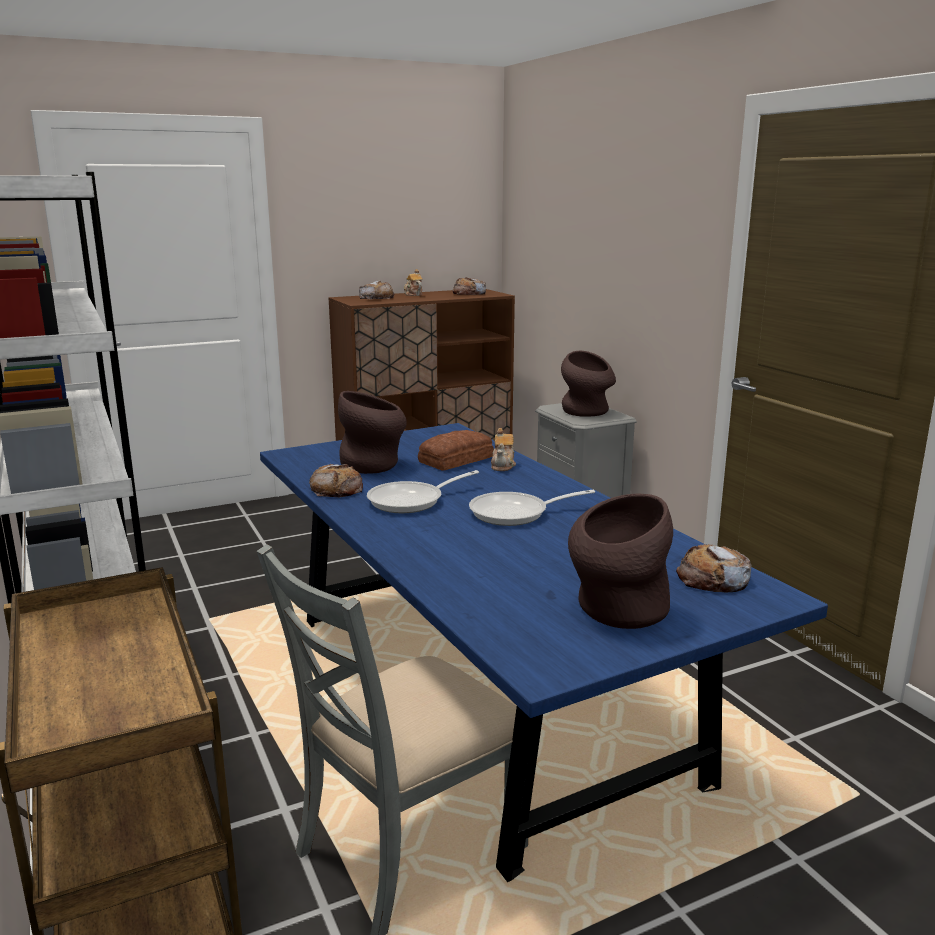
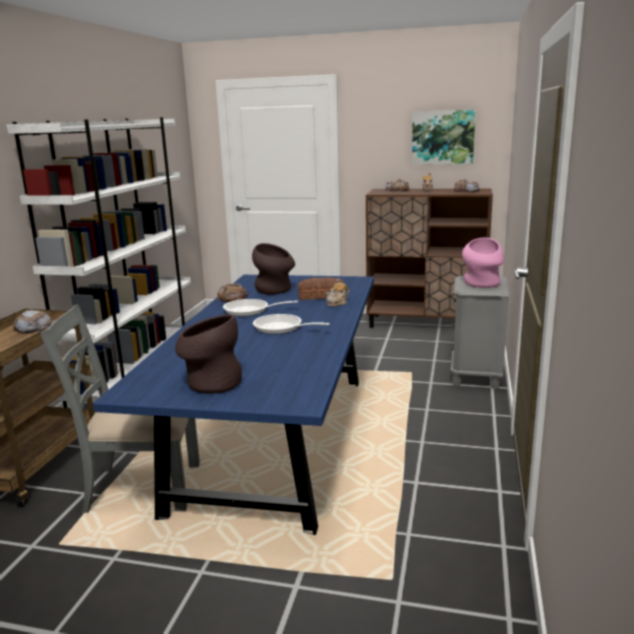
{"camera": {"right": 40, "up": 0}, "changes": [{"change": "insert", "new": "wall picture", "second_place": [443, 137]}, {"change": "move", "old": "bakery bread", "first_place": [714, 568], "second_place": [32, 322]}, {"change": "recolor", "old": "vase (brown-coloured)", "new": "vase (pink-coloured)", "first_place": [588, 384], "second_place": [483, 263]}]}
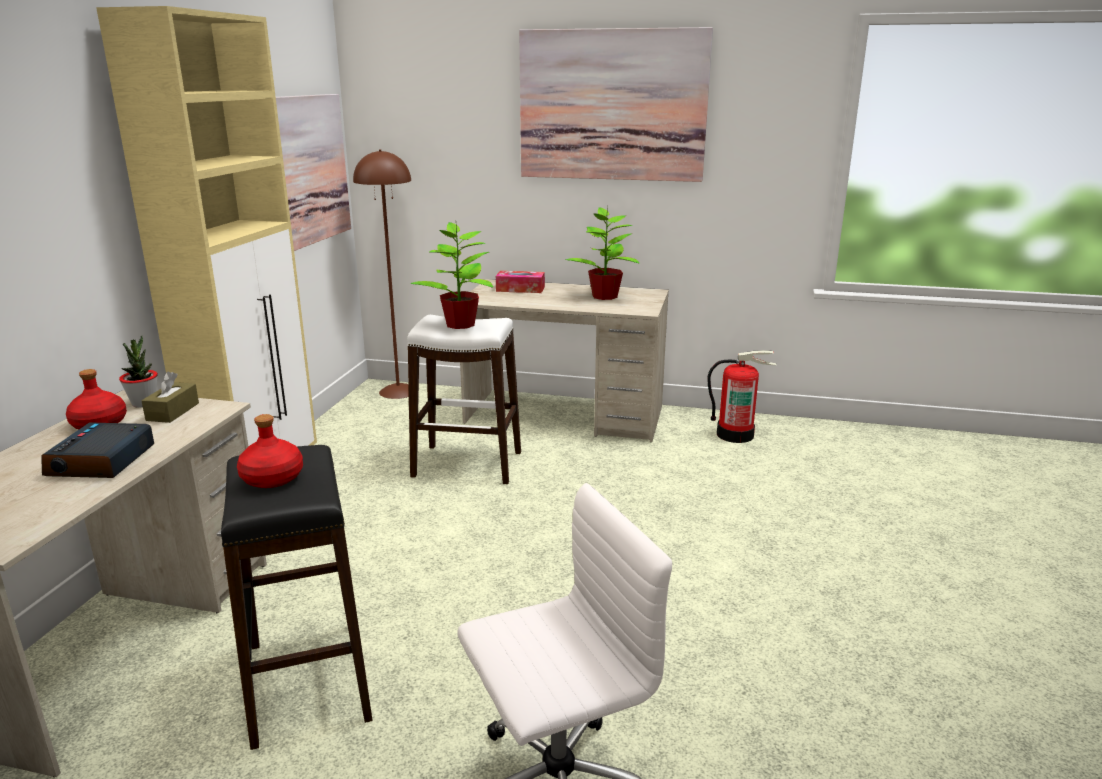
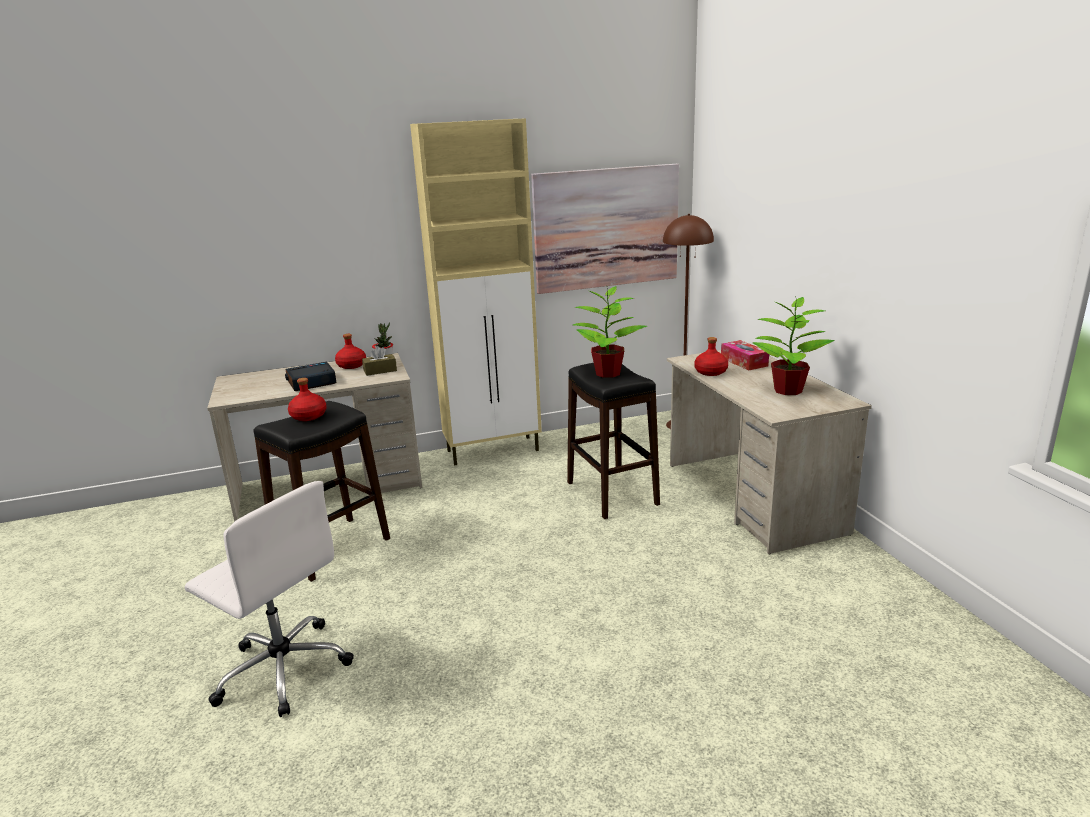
{"camera": {"right": 60, "up": 0}, "changes": [{"change": "delete", "old": "wall picture", "first_place": [616, 104]}, {"change": "delete", "old": "extinguisher", "first_place": [742, 396]}, {"change": "insert", "new": "drink bottle (red-coloured)", "second_place": [711, 356]}, {"change": "recolor", "old": "stool (white-coloured)", "new": "stool (black-coloured)", "first_place": [464, 399], "second_place": [613, 441]}]}
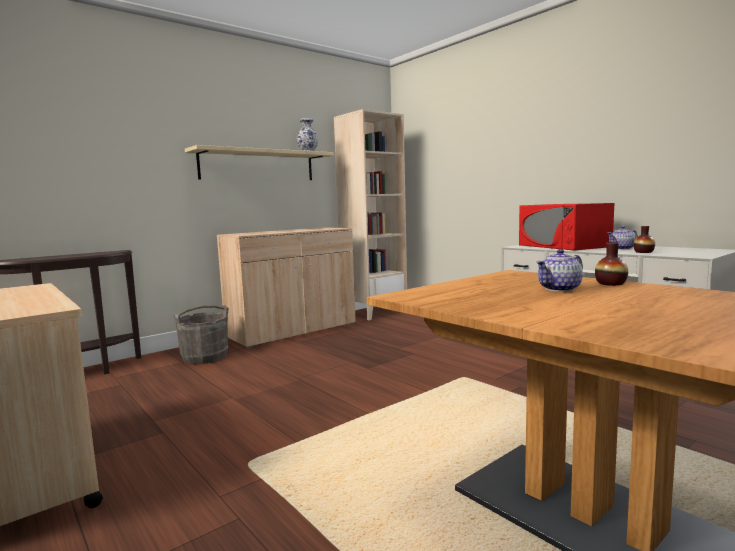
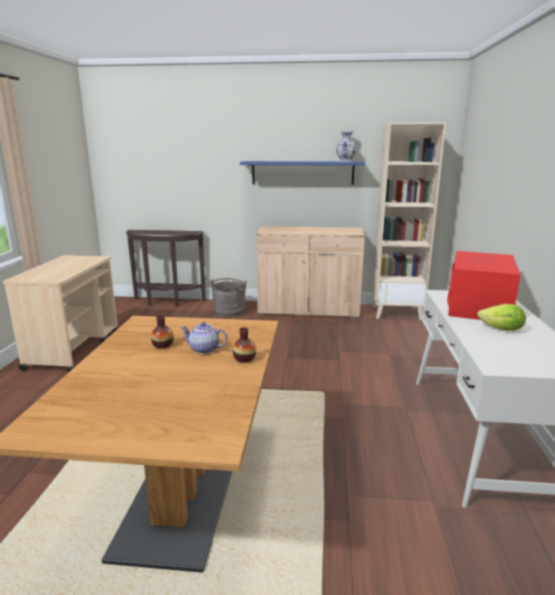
{"camera": {"right": 45, "up": 10}, "changes": [{"change": "move", "old": "vase", "first_place": [644, 239], "second_place": [162, 332]}, {"change": "replace", "old": "pot for tea", "new": "head of lettuce", "first_place": [622, 238], "second_place": [501, 317]}, {"change": "recolor", "old": "wall shelf (beige-coloured)", "new": "wall shelf (blue-coloured)", "first_place": [259, 162], "second_place": [302, 173]}]}
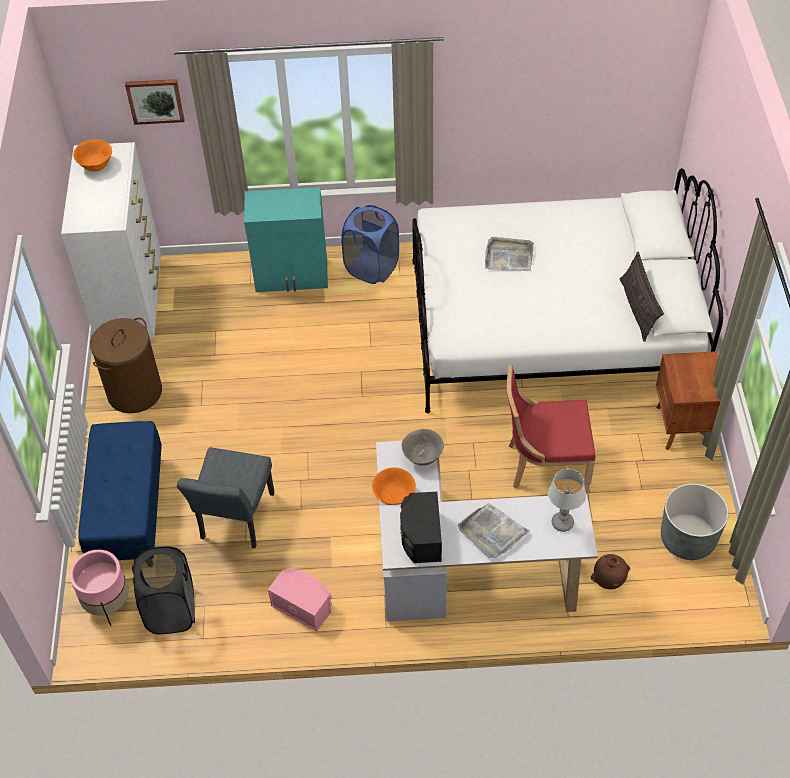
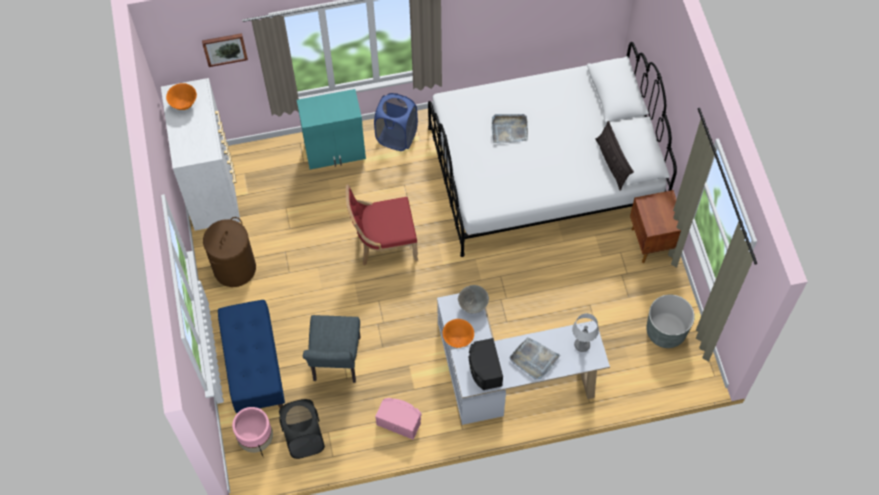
{"camera": {"right": -10, "up": 10}, "changes": [{"change": "delete", "old": "vase (brown-coloured)", "first_place": [610, 571]}, {"change": "move", "old": "upright chair (red-coloured)", "first_place": [551, 428], "second_place": [382, 225]}]}
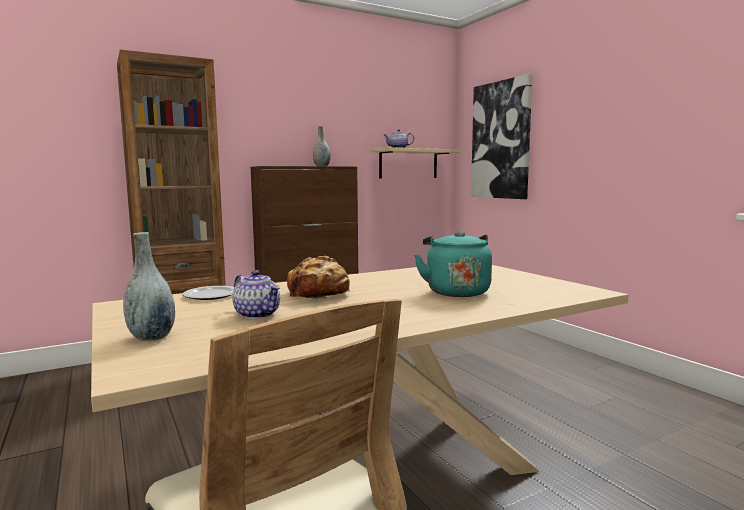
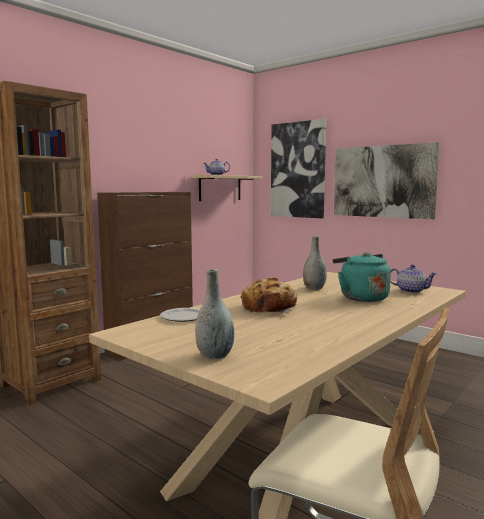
{"camera": {"right": -20, "up": 0}, "changes": [{"change": "insert", "new": "wall picture", "second_place": [387, 180]}, {"change": "move", "old": "pot for tea", "first_place": [256, 294], "second_place": [413, 279]}, {"change": "move", "old": "vase (gray)", "first_place": [322, 146], "second_place": [315, 263]}]}
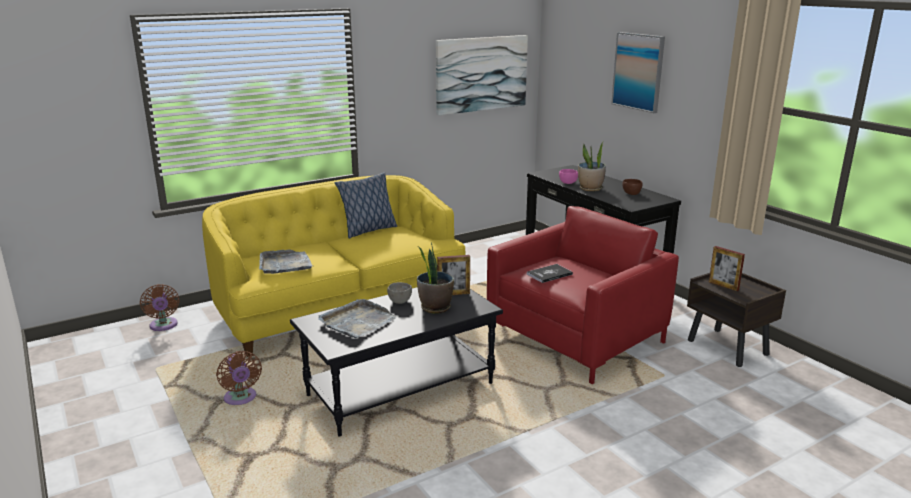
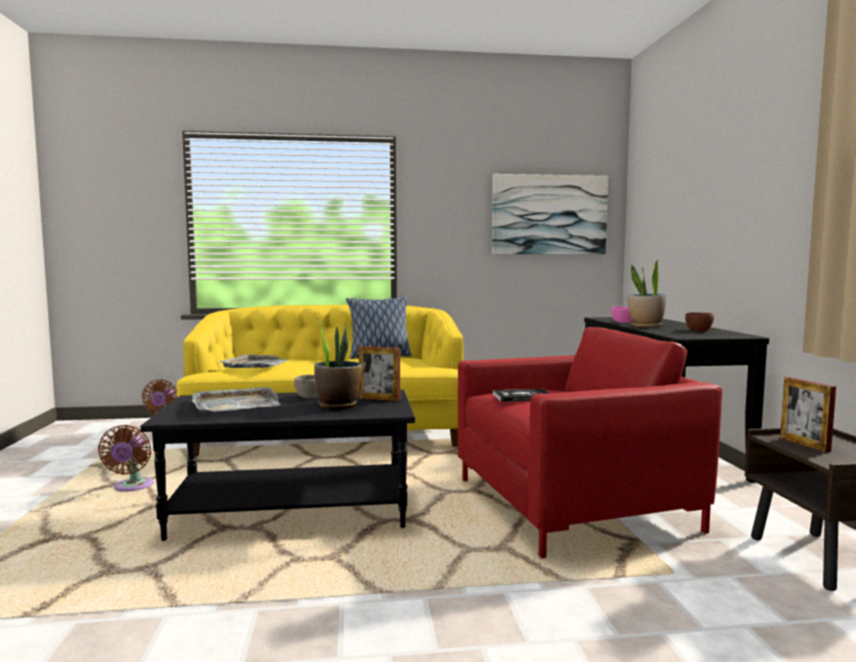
{"camera": {"right": 25, "up": -15}, "changes": [{"change": "delete", "old": "wall picture", "first_place": [638, 72]}]}
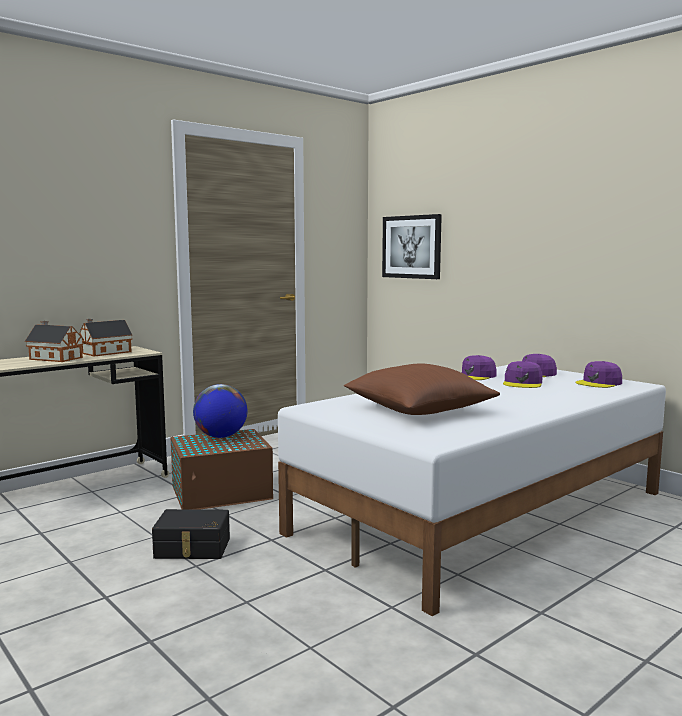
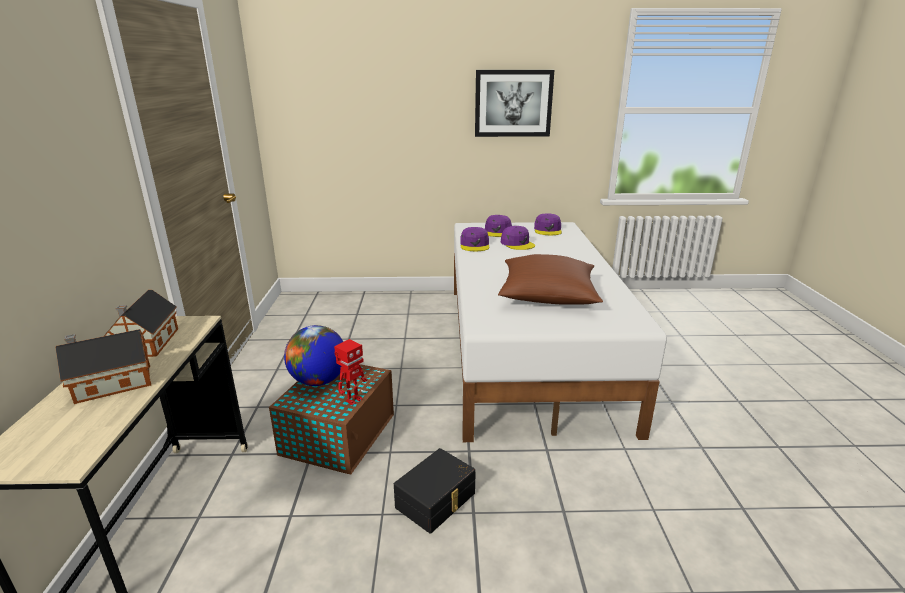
{"camera": {"right": -50, "up": 15}, "changes": [{"change": "insert", "new": "robot figure", "second_place": [350, 372]}, {"change": "move", "old": "wall picture", "first_place": [412, 246], "second_place": [514, 103]}]}
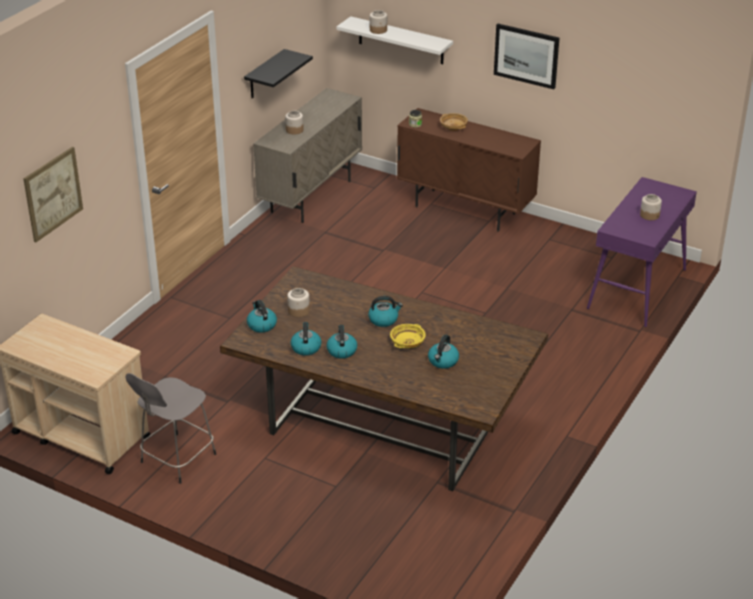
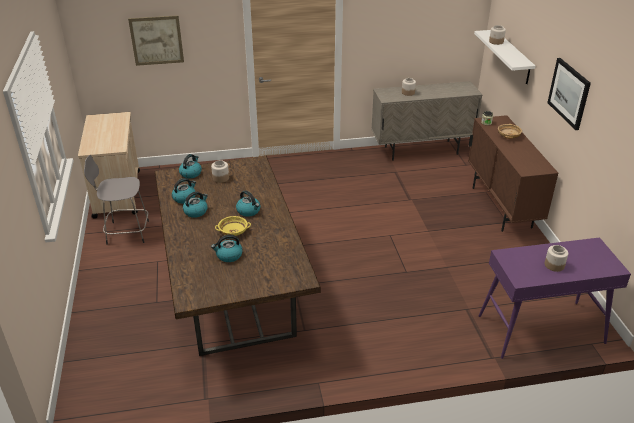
{"camera": {"right": 50, "up": 0}, "changes": [{"change": "delete", "old": "wall shelf (black-coloured)", "first_place": [278, 73]}]}
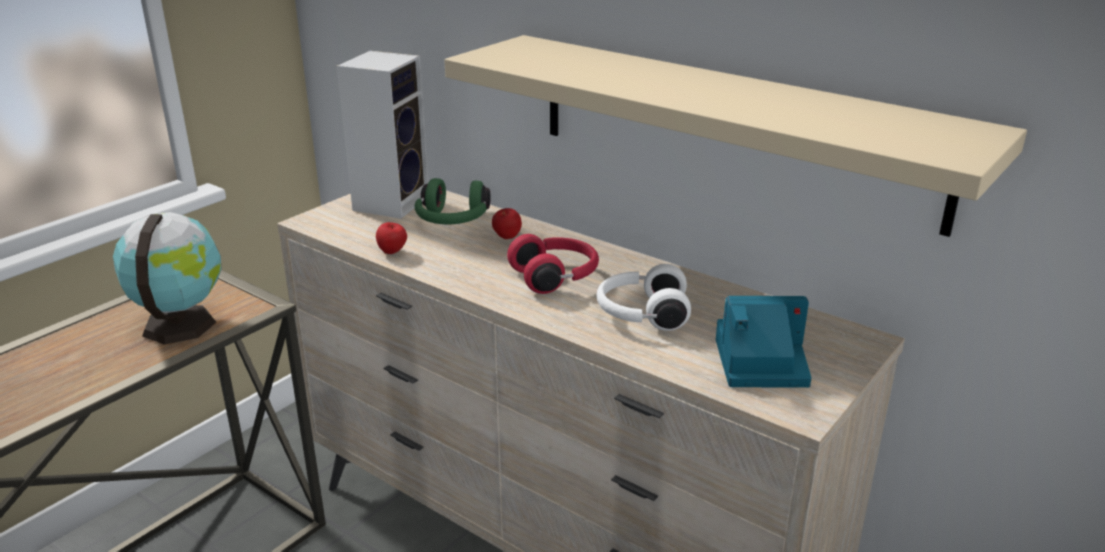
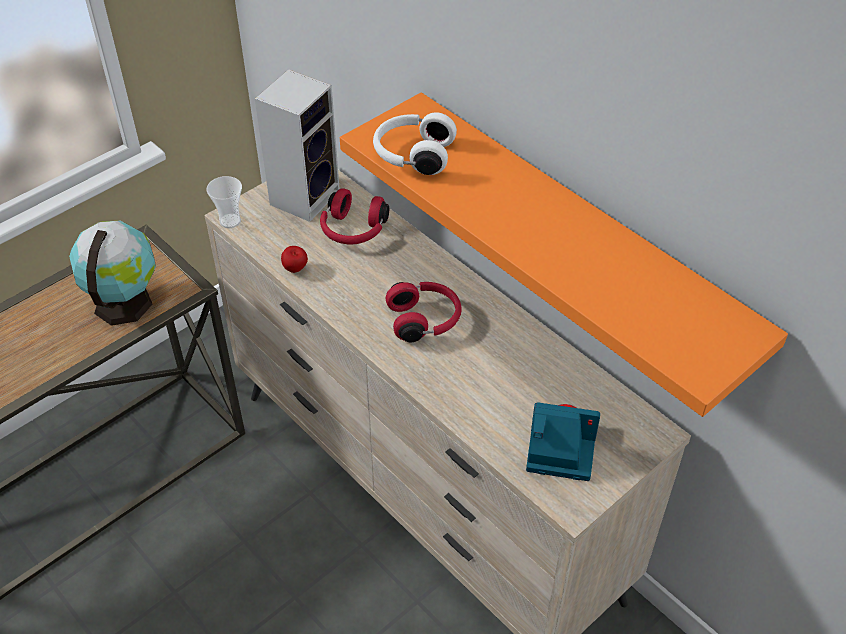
{"camera": {"right": 10, "up": 20}, "changes": [{"change": "delete", "old": "apple fruit", "first_place": [507, 223]}, {"change": "insert", "new": "drinking cup", "second_place": [224, 202]}, {"change": "move", "old": "headphones (white-coloured)", "first_place": [643, 297], "second_place": [415, 143]}, {"change": "recolor", "old": "headphones (greenish)", "new": "headphones (red-coloured)", "first_place": [452, 201], "second_place": [354, 216]}, {"change": "recolor", "old": "wall shelf (beige-coloured)", "new": "wall shelf (orangey)", "first_place": [735, 136], "second_place": [564, 255]}]}
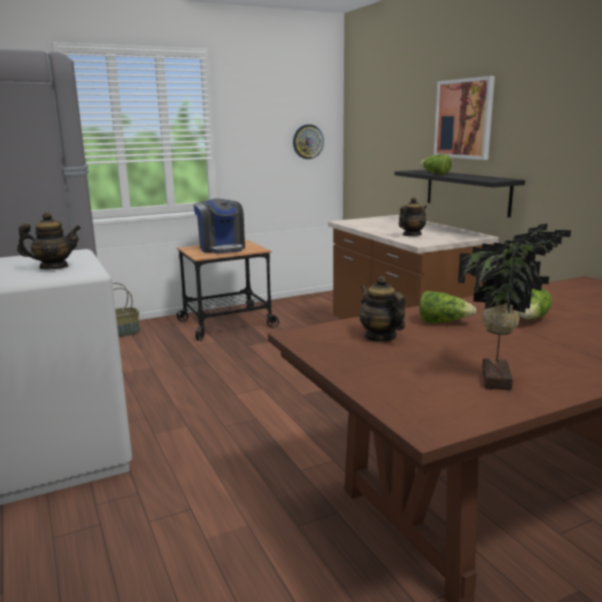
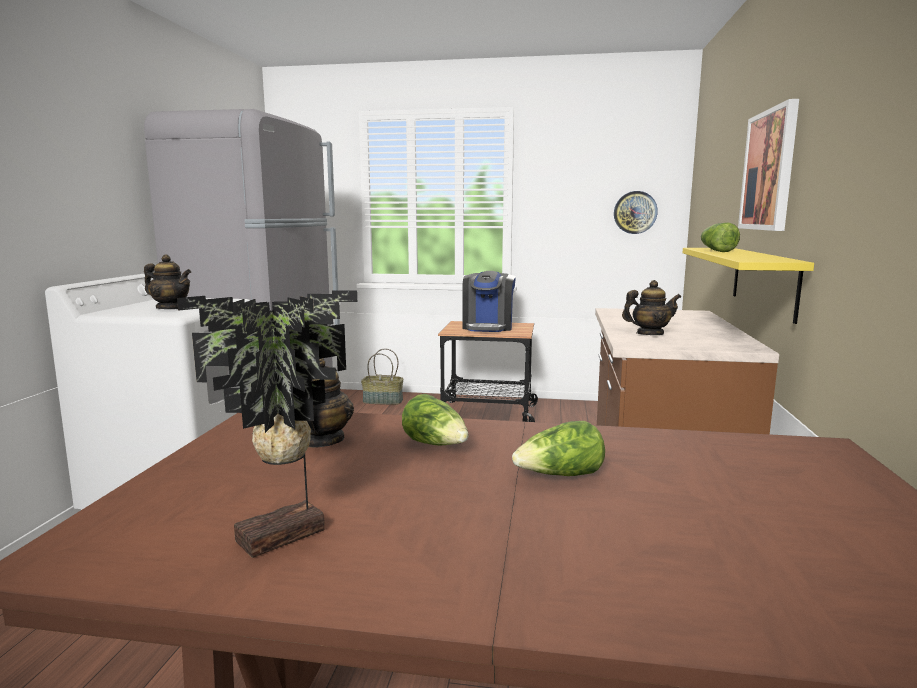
{"camera": {"right": 35, "up": -5}, "changes": [{"change": "recolor", "old": "wall shelf (black-coloured)", "new": "wall shelf (yellow-coloured)", "first_place": [460, 194], "second_place": [748, 286]}]}
